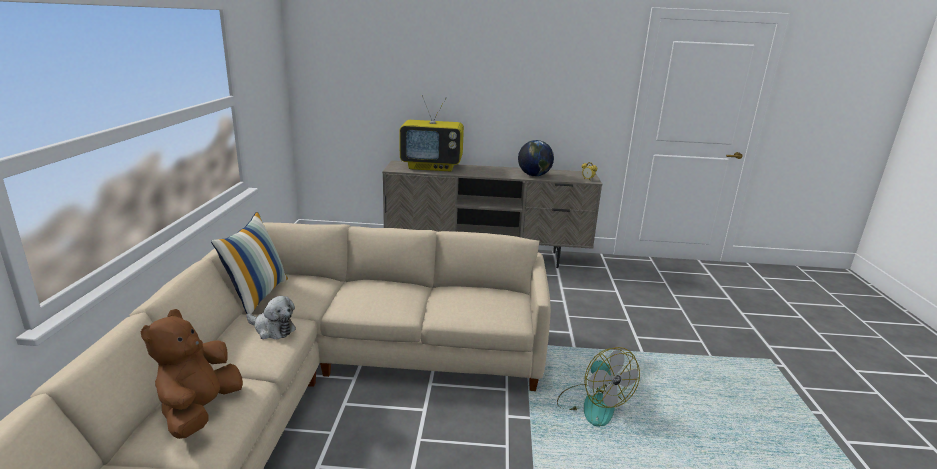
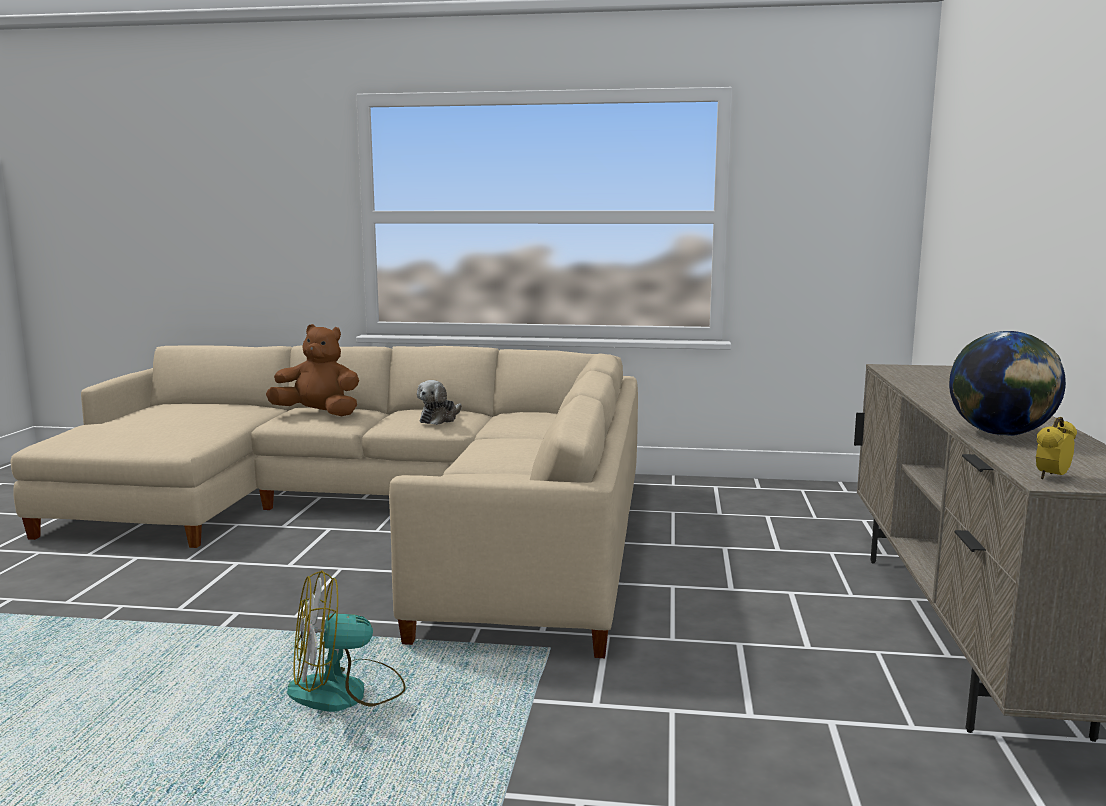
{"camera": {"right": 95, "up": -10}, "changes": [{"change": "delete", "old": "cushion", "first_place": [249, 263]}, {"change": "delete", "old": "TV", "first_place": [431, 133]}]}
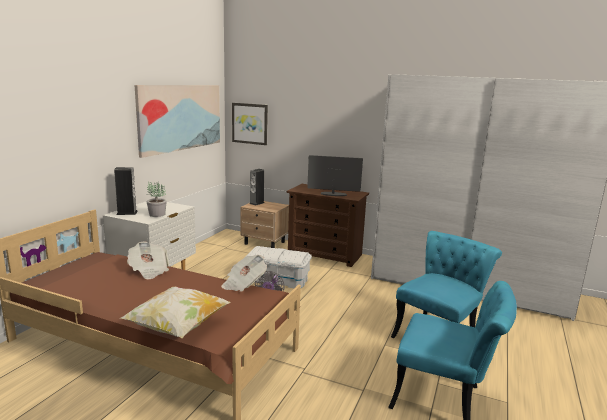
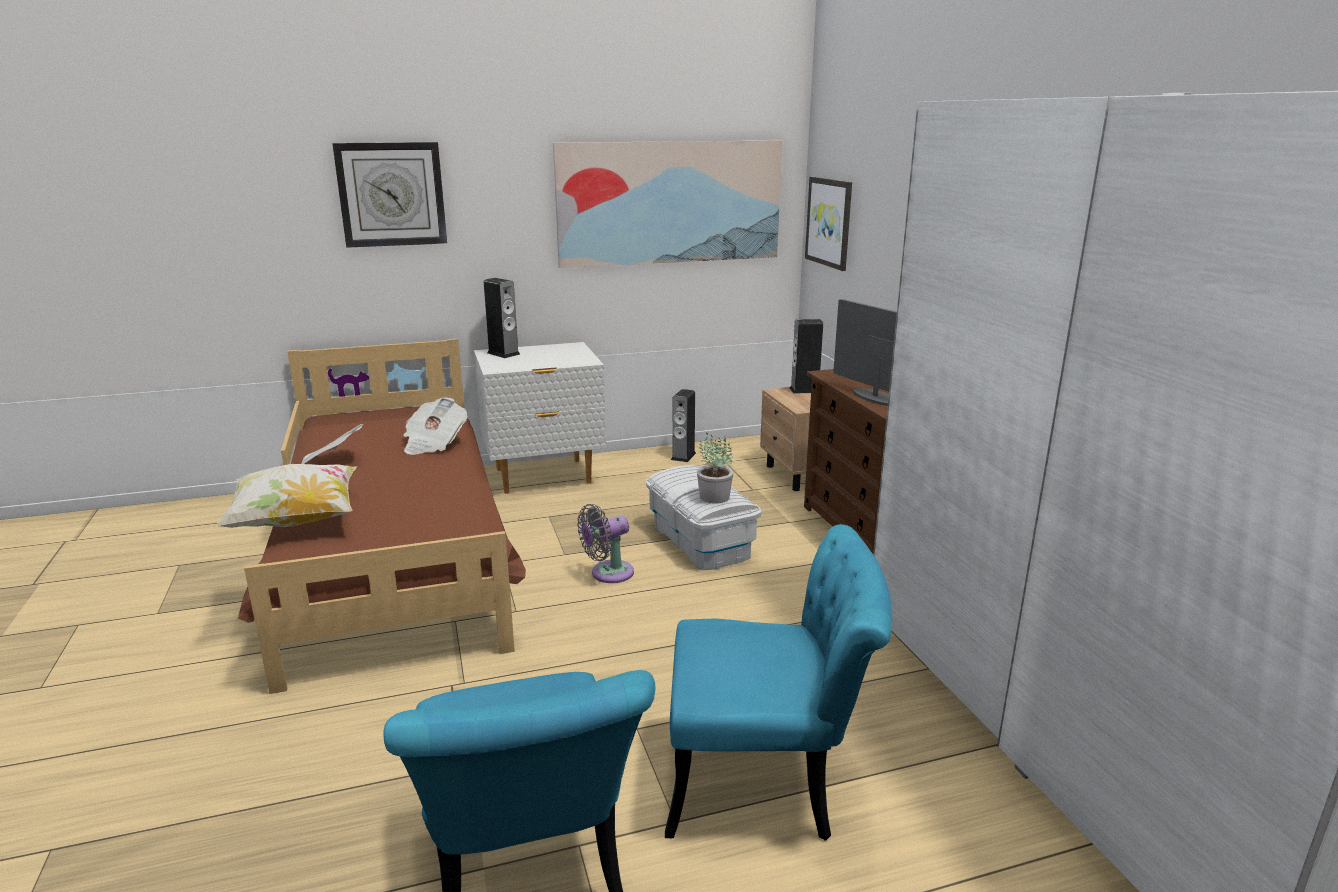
{"camera": {"right": 50, "up": 5}, "changes": [{"change": "insert", "new": "wall clock", "second_place": [389, 195]}, {"change": "insert", "new": "speaker", "second_place": [683, 425]}, {"change": "move", "old": "houseplant", "first_place": [156, 199], "second_place": [715, 468]}, {"change": "move", "old": "newspaper", "first_place": [244, 273], "second_place": [332, 443]}]}
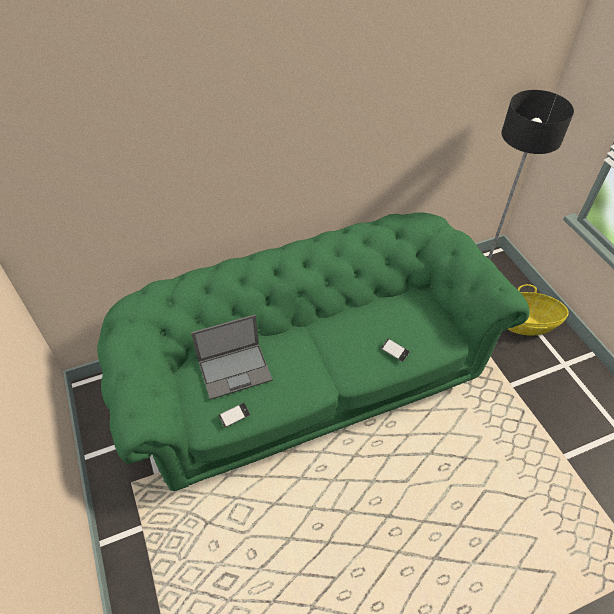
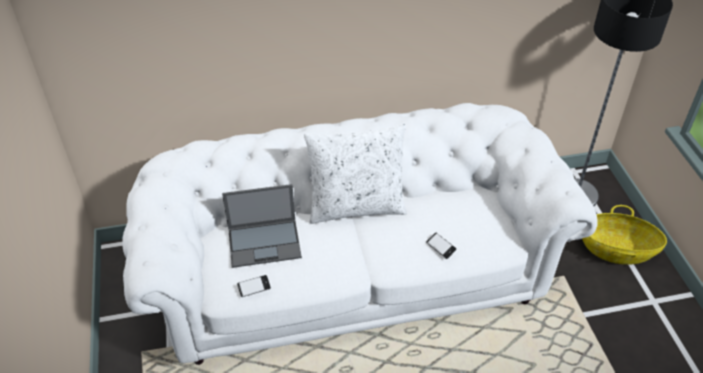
{"camera": {"right": 10, "up": -5}, "changes": [{"change": "insert", "new": "cushion (white-coloured)", "second_place": [355, 174]}, {"change": "recolor", "old": "couch (greenish)", "new": "couch (white-coloured)", "first_place": [313, 352], "second_place": [360, 234]}]}
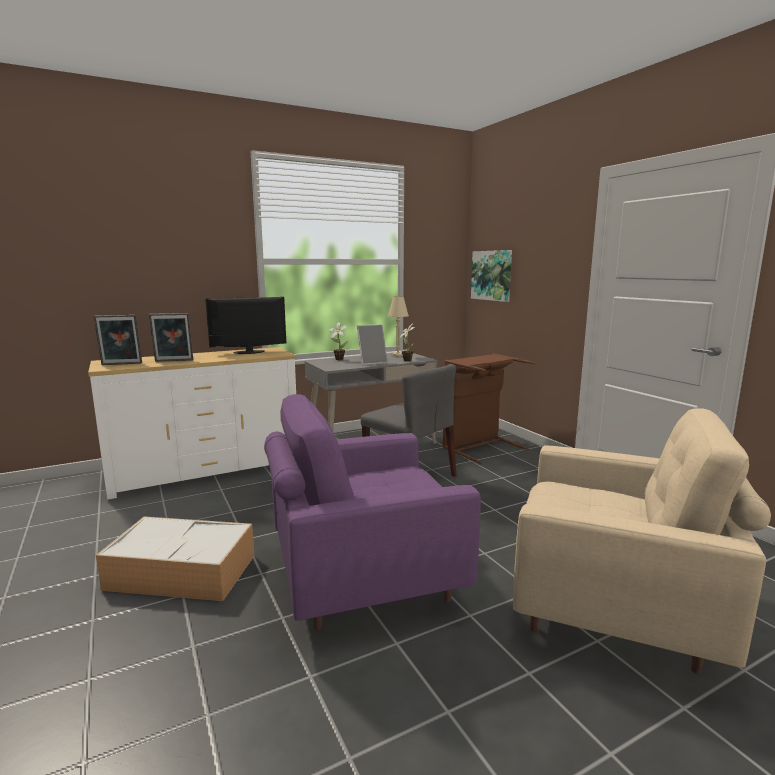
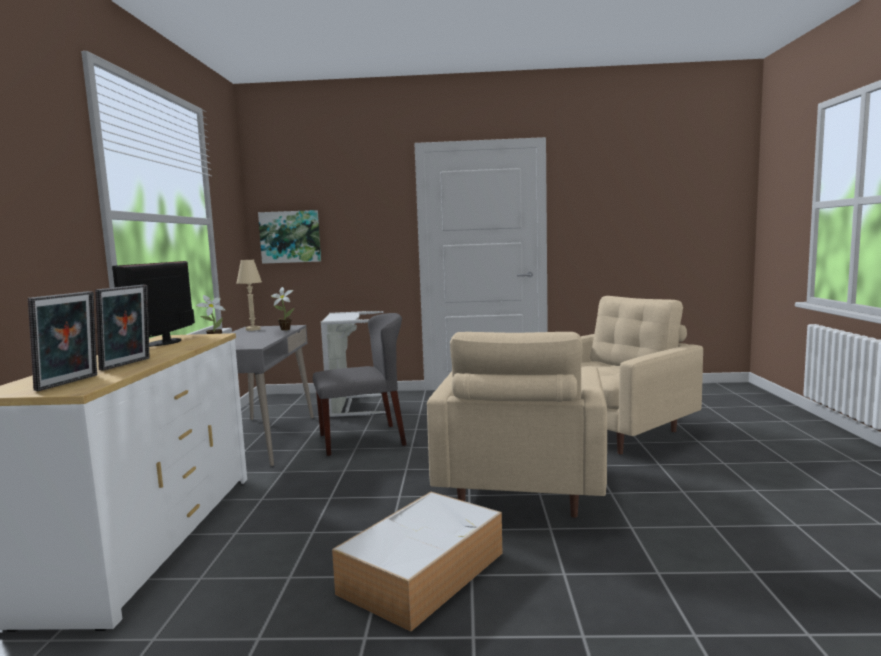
{"camera": {"right": -60, "up": -5}, "changes": [{"change": "delete", "old": "photo frame", "first_place": [372, 344]}, {"change": "recolor", "old": "easy chair (purple-coloured)", "new": "easy chair (beige-coloured)", "first_place": [372, 512], "second_place": [517, 425]}, {"change": "recolor", "old": "washing basket (brown-coloured)", "new": "washing basket (gray)", "first_place": [488, 408], "second_place": [354, 364]}]}
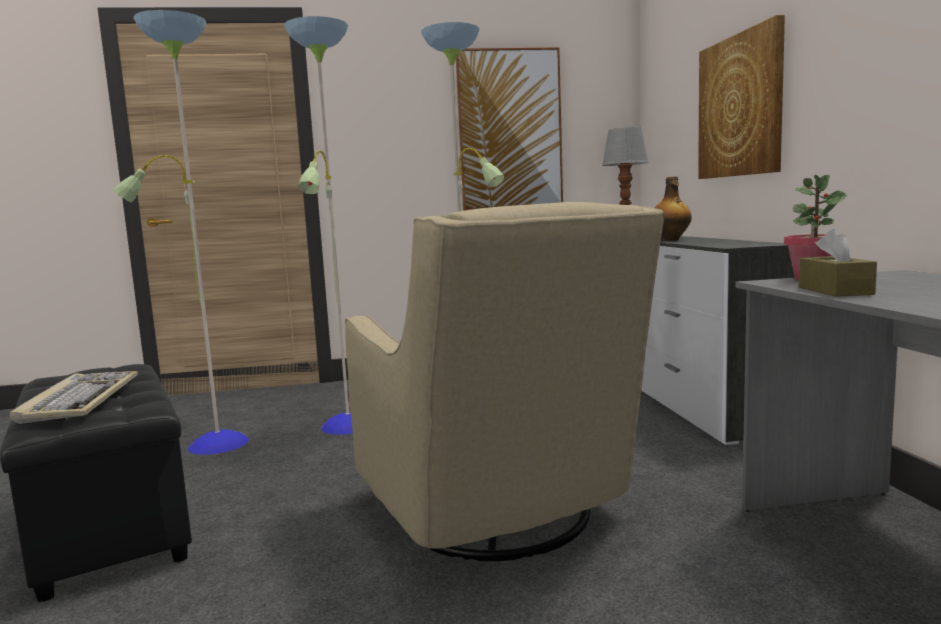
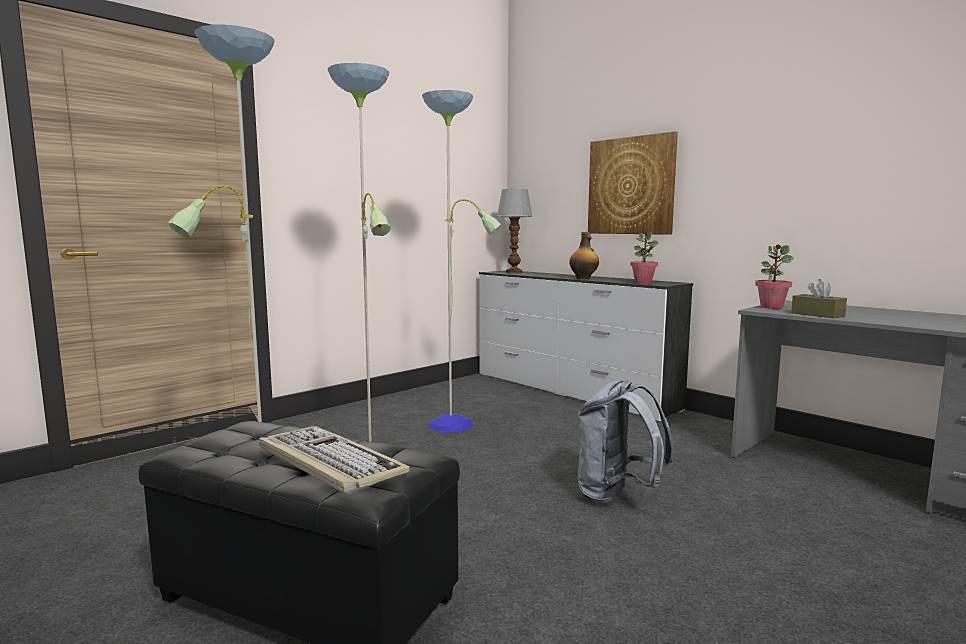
{"camera": {"right": -35, "up": 0}, "changes": [{"change": "delete", "old": "wall picture", "first_place": [509, 129]}, {"change": "insert", "new": "houseplant", "second_place": [644, 258]}, {"change": "replace", "old": "easy chair (beige-coloured)", "new": "knapsack (gray)", "first_place": [504, 381], "second_place": [625, 442]}]}
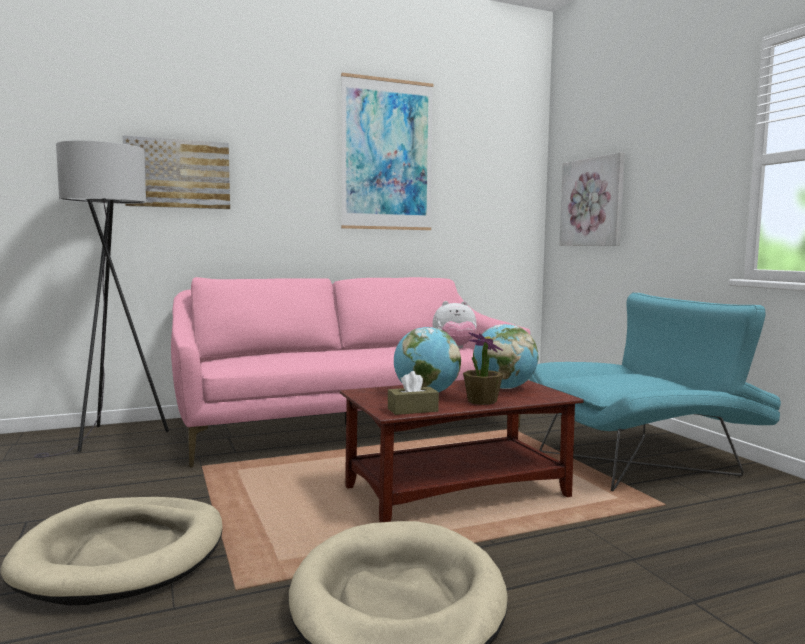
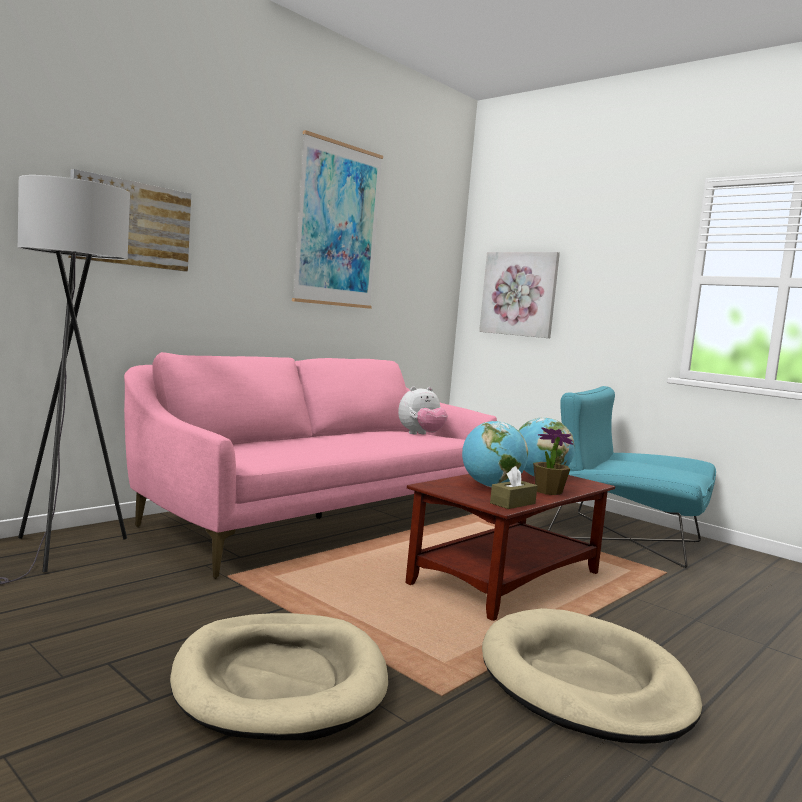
{"camera": {"right": -25, "up": 0}, "changes": [{"change": "rotate", "old": "easy chair (turquoise-coloured)", "first_place": [655, 392], "second_place": [632, 477], "degrees": -105}]}
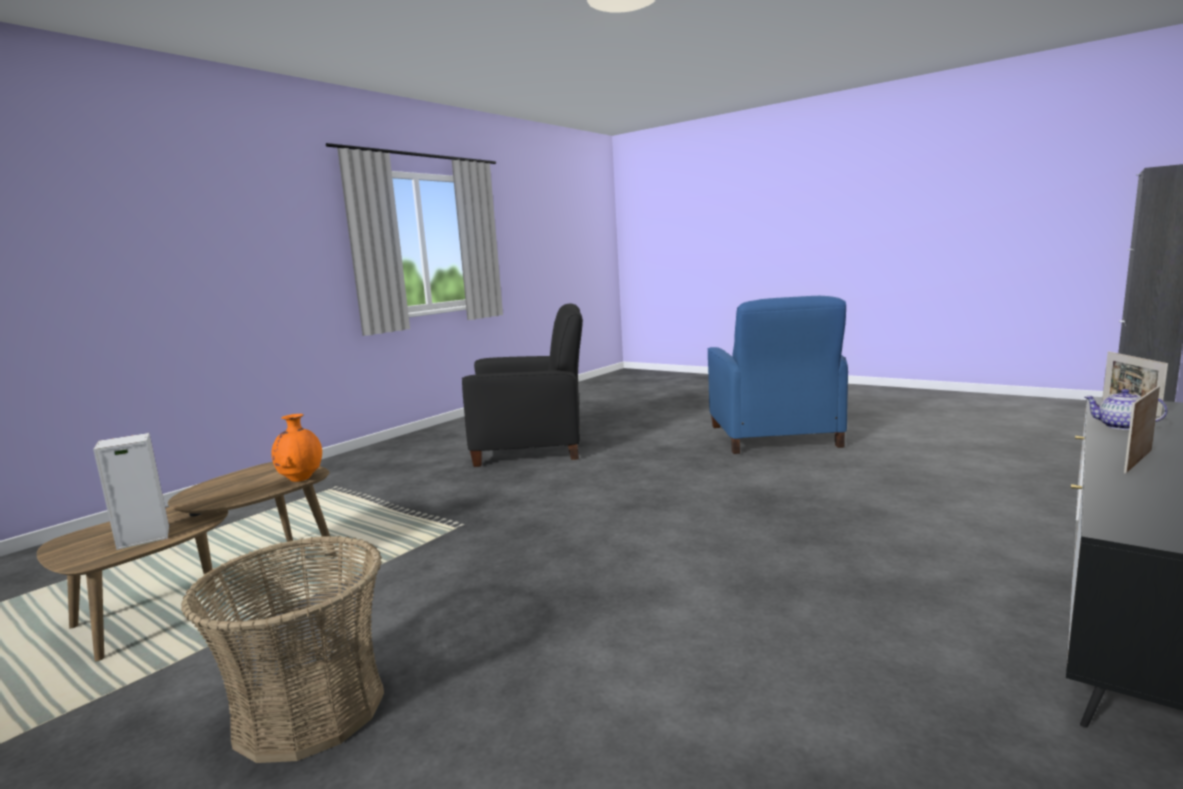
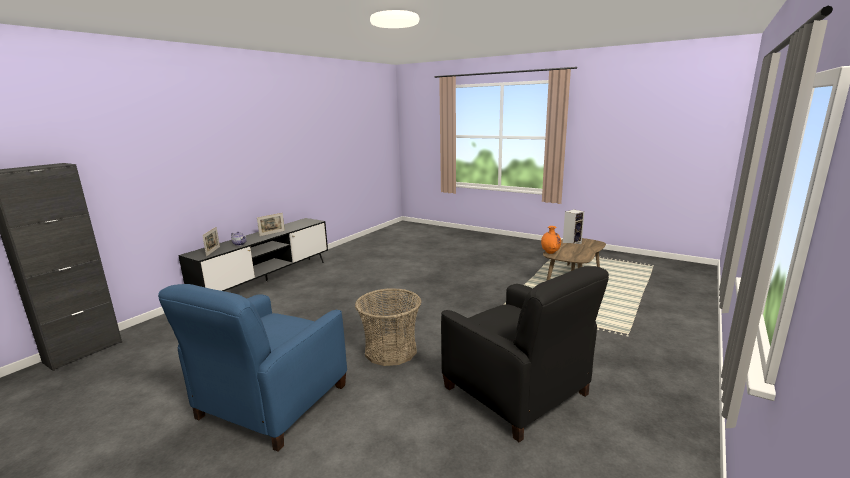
{"camera": {"right": 175, "up": 5}, "changes": [{"change": "move", "old": "storage basket", "first_place": [282, 649], "second_place": [388, 327]}, {"change": "rotate", "old": "easy chair (black-coloured)", "first_place": [522, 385], "second_place": [525, 354], "degrees": -120}, {"change": "rotate", "old": "easy chair (blue-coloured)", "first_place": [777, 375], "second_place": [252, 367], "degrees": -150}]}
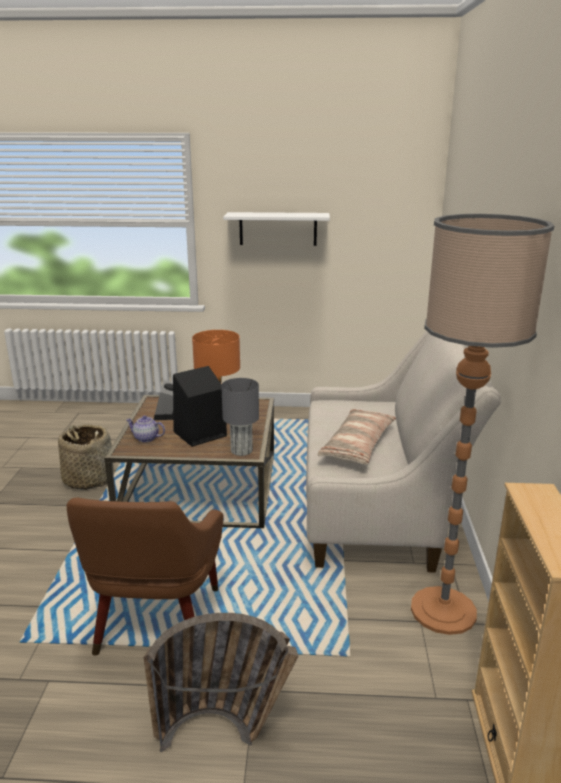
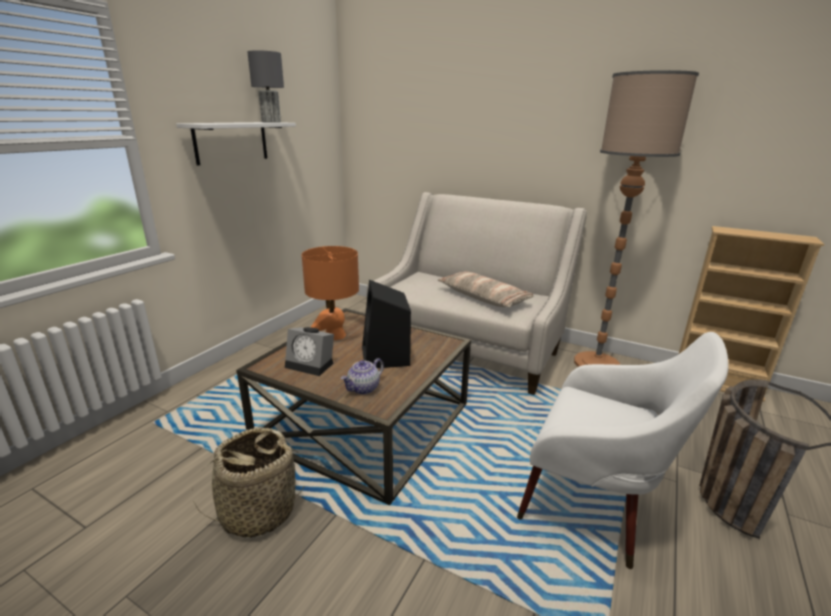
{"camera": {"right": -65, "up": 0}, "changes": [{"change": "move", "old": "lamp for a table (gray)", "first_place": [240, 417], "second_place": [265, 86]}, {"change": "recolor", "old": "easy chair (brown-coloured)", "new": "easy chair (white-coloured)", "first_place": [145, 576], "second_place": [622, 450]}]}
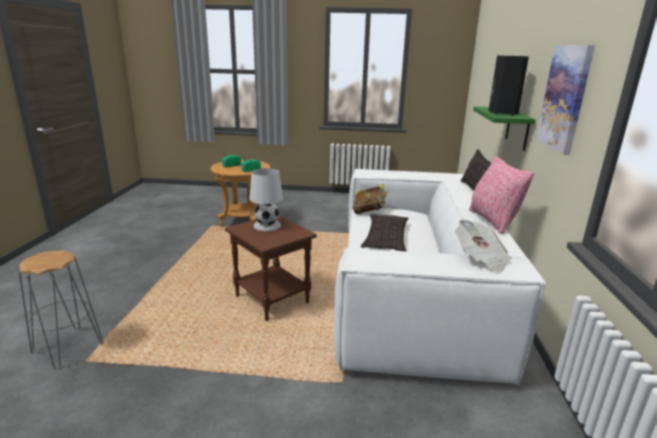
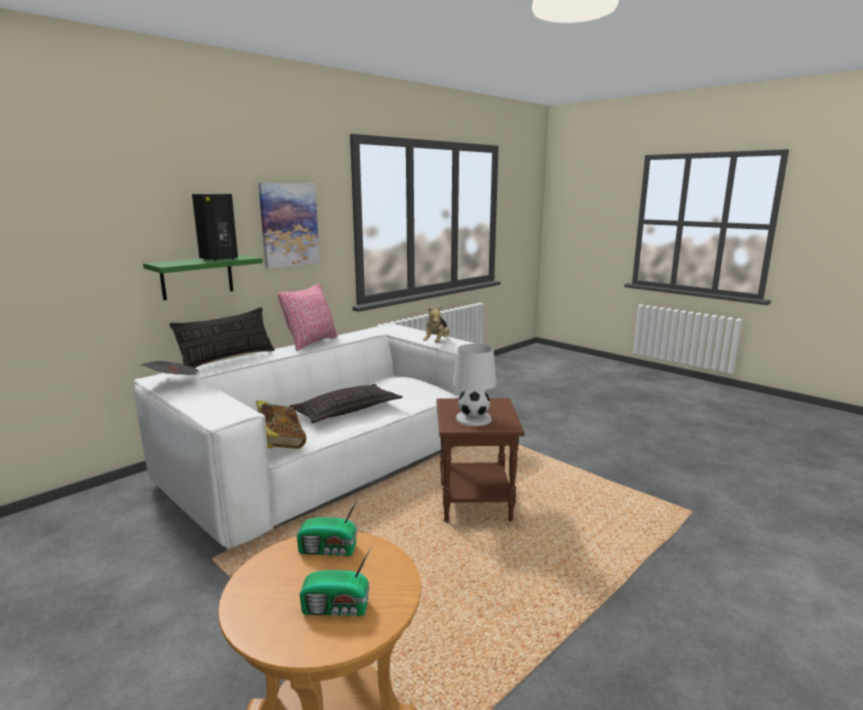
{"camera": {"right": -140, "up": -5}, "changes": [{"change": "delete", "old": "stool (gray)", "first_place": [61, 310]}, {"change": "insert", "new": "soft toy", "second_place": [436, 324]}, {"change": "move", "old": "newspaper", "first_place": [483, 246], "second_place": [169, 368]}]}
